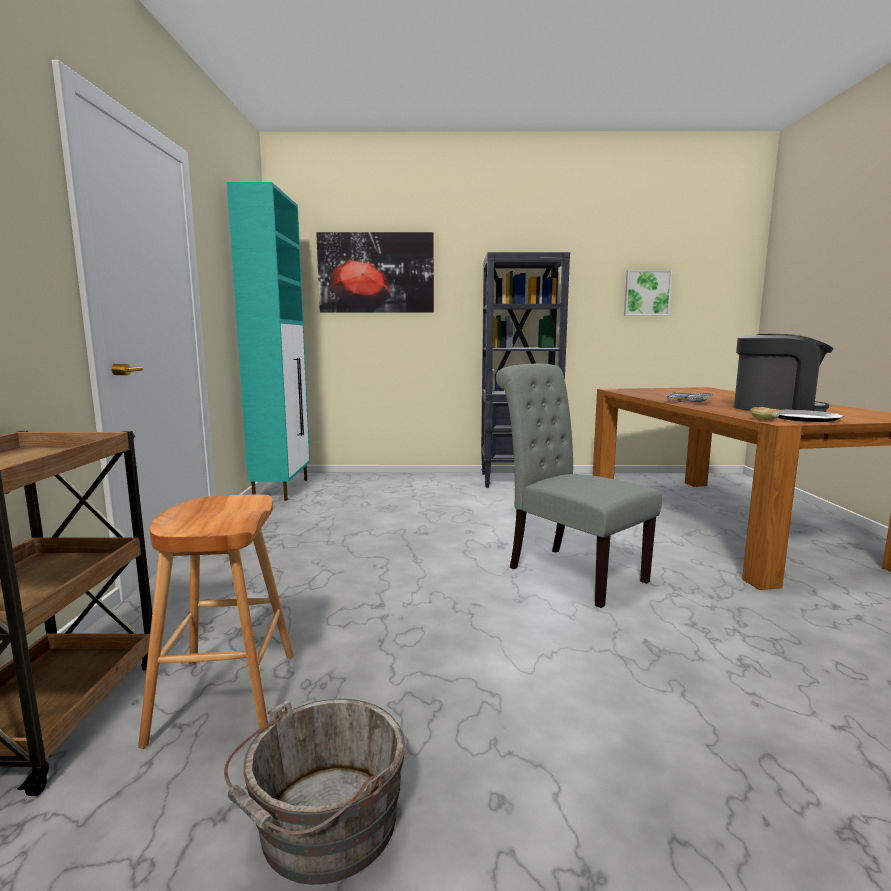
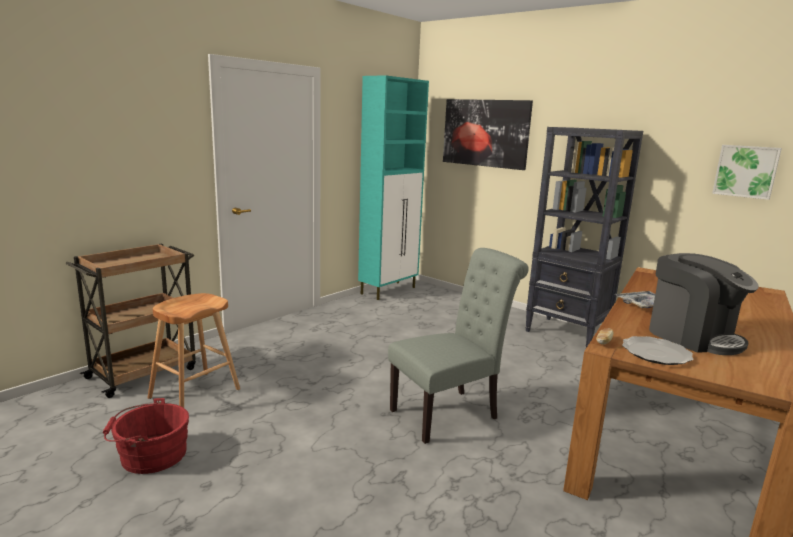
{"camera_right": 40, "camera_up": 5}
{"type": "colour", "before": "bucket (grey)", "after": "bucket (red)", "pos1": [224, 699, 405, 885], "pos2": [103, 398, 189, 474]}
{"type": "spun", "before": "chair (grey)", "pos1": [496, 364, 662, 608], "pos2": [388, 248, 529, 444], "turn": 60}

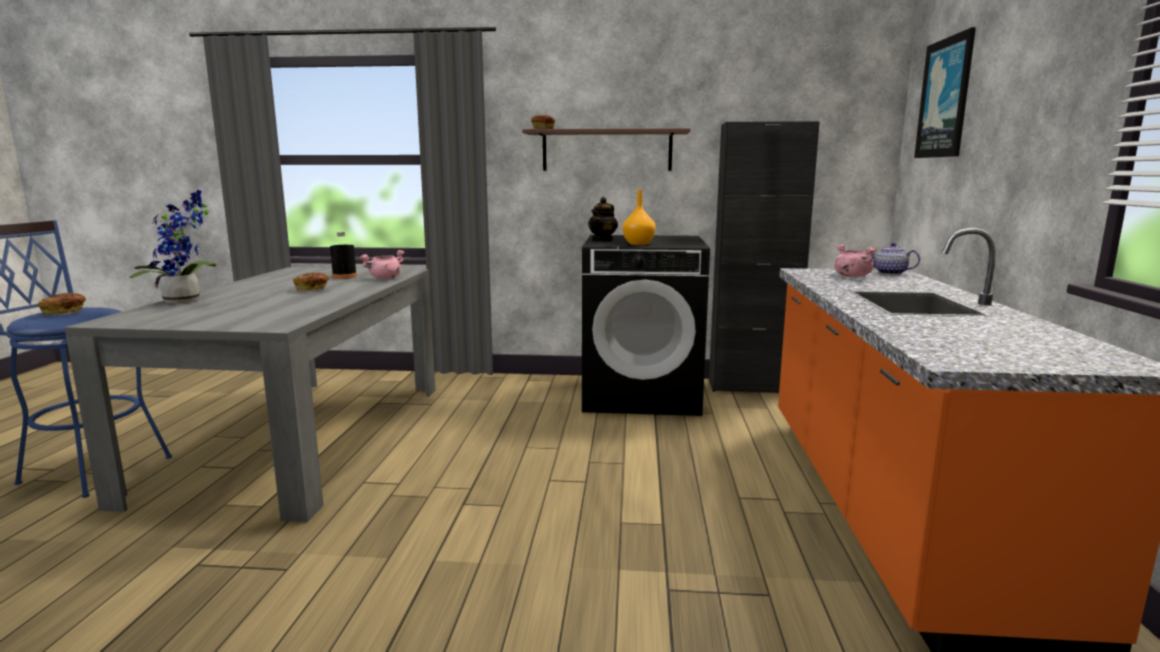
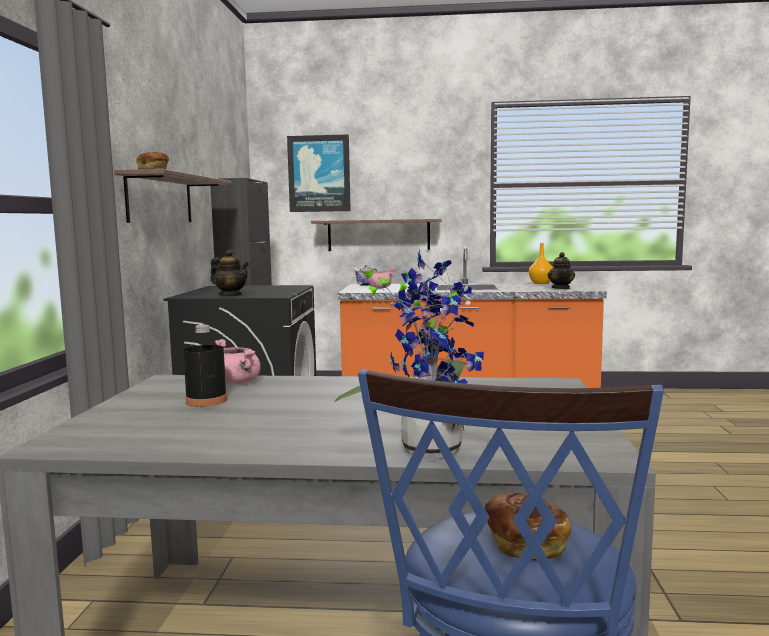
{"camera_right": -90, "camera_up": -5}
{"type": "missing", "before": "bread", "pos1": [293, 272, 329, 291]}
{"type": "appeared", "after": "shelf", "pos2": [311, 219, 441, 251]}
{"type": "appeared", "after": "teapot", "pos2": [547, 252, 575, 289]}
{"type": "relocated", "before": "vase (orange)", "pos1": [623, 190, 656, 245], "pos2": [529, 243, 553, 284]}

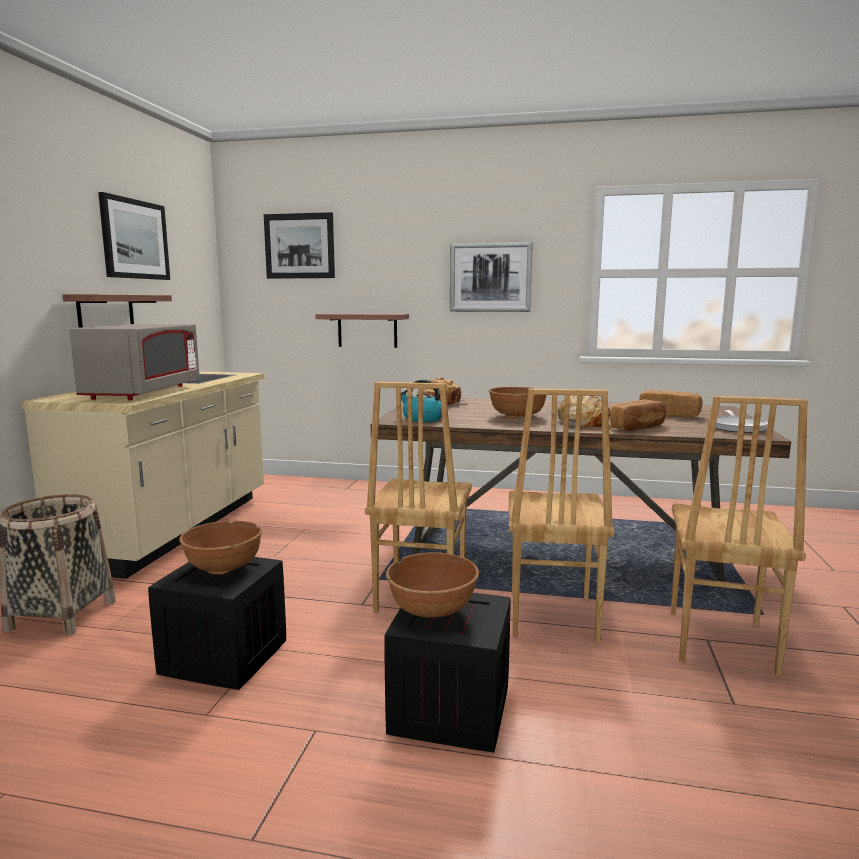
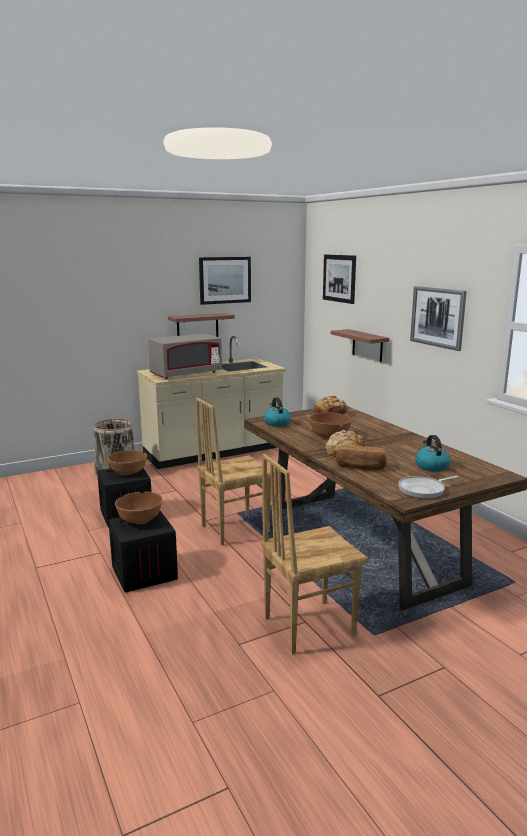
{"camera_right": 50, "camera_up": 5}
{"type": "missing", "before": "chair (brown)", "pos1": [509, 388, 614, 643]}
{"type": "exchanged", "before": "bread", "after": "kettle", "pos1": [639, 390, 703, 417], "pos2": [415, 435, 451, 471]}

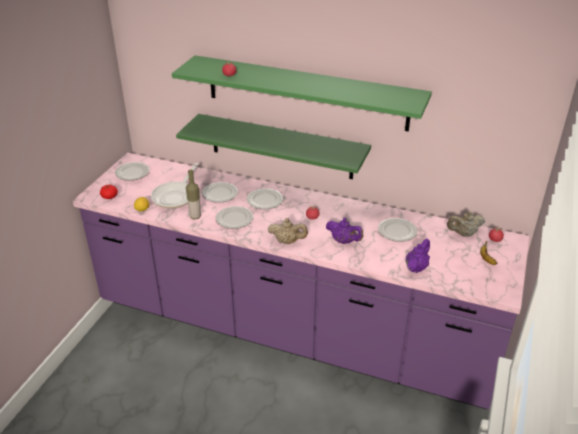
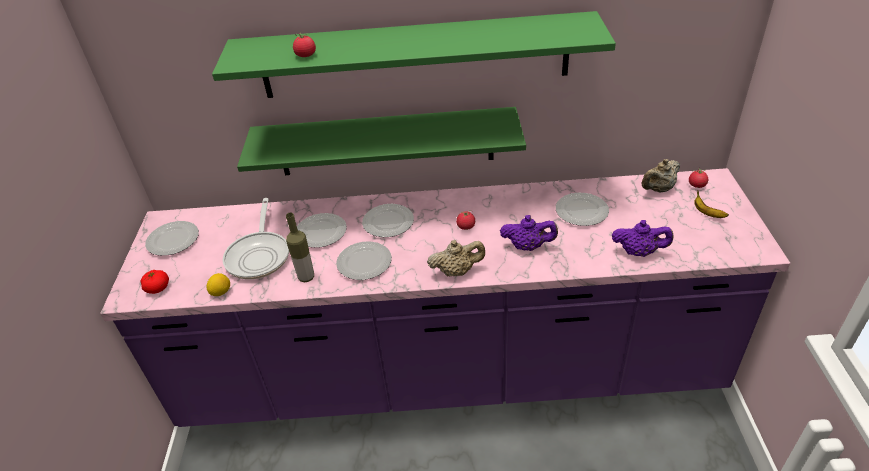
{"camera_right": -20, "camera_up": 5}
{"type": "spun", "before": "teapot (purple)", "pos1": [405, 239, 430, 273], "pos2": [612, 220, 674, 257], "turn": 90}

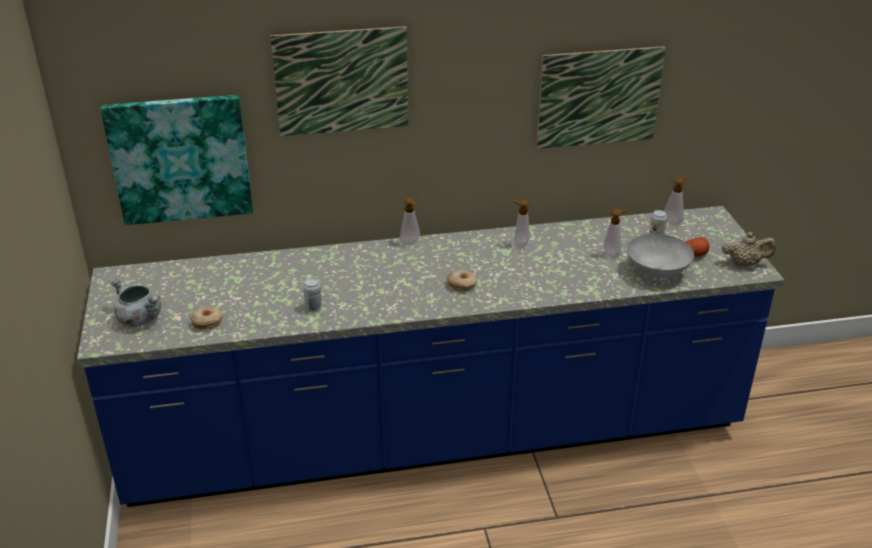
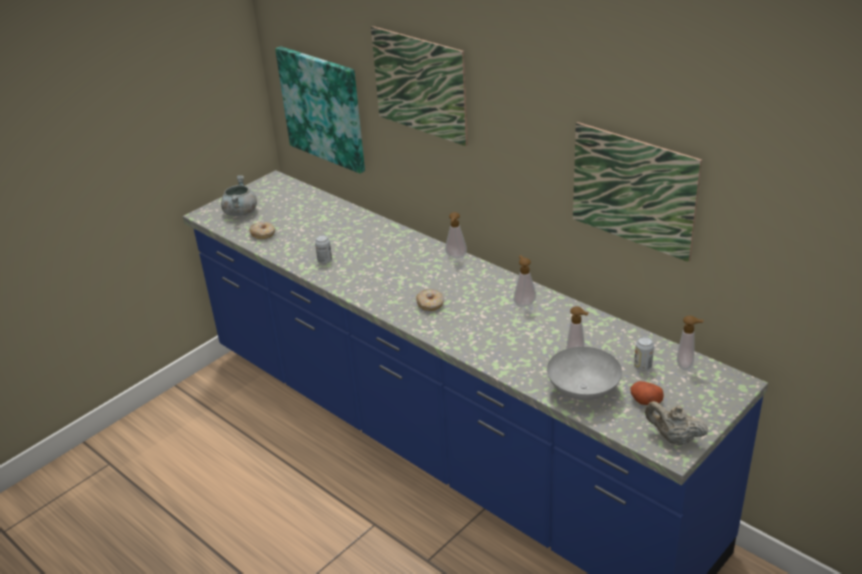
{"camera_right": 55, "camera_up": 0}
{"type": "spun", "before": "teapot (beige)", "pos1": [722, 232, 776, 266], "pos2": [645, 401, 708, 446], "turn": 150}

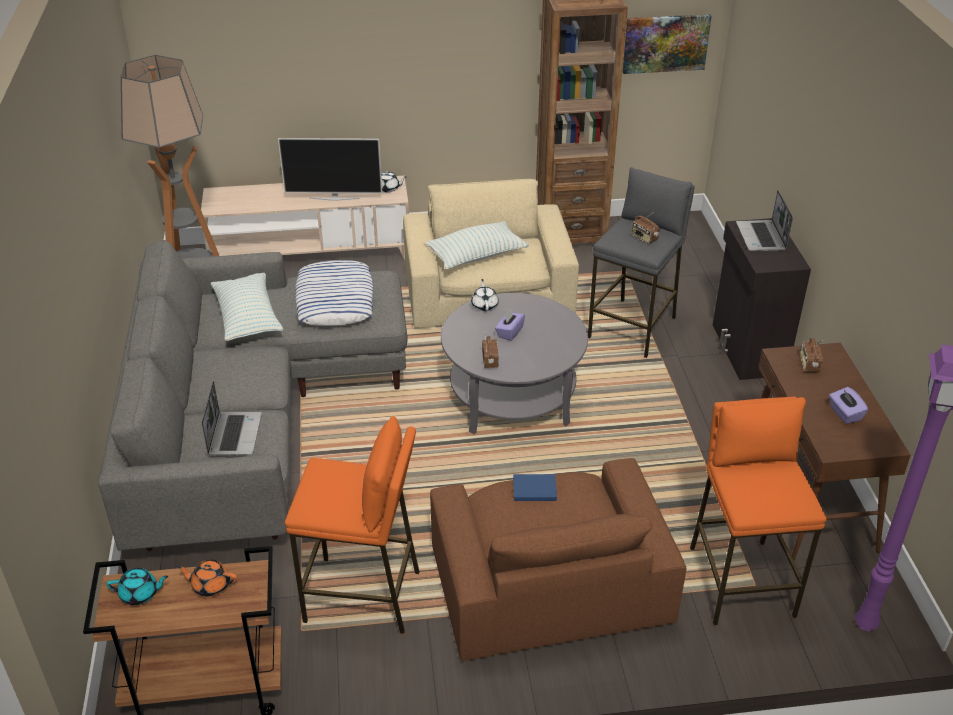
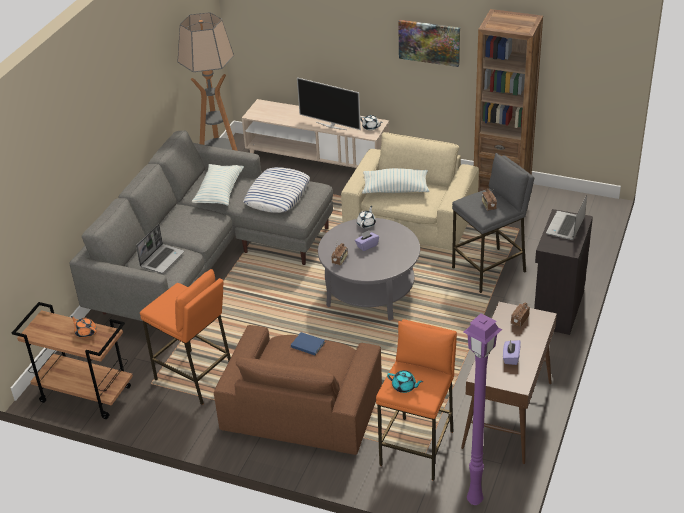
{"camera_right": 30, "camera_up": 0}
{"type": "relocated", "before": "teapot (turquoise)", "pos1": [106, 568, 169, 605], "pos2": [387, 370, 423, 393]}
{"type": "relocated", "before": "picture", "pos1": [623, 14, 712, 74], "pos2": [398, 20, 460, 67]}

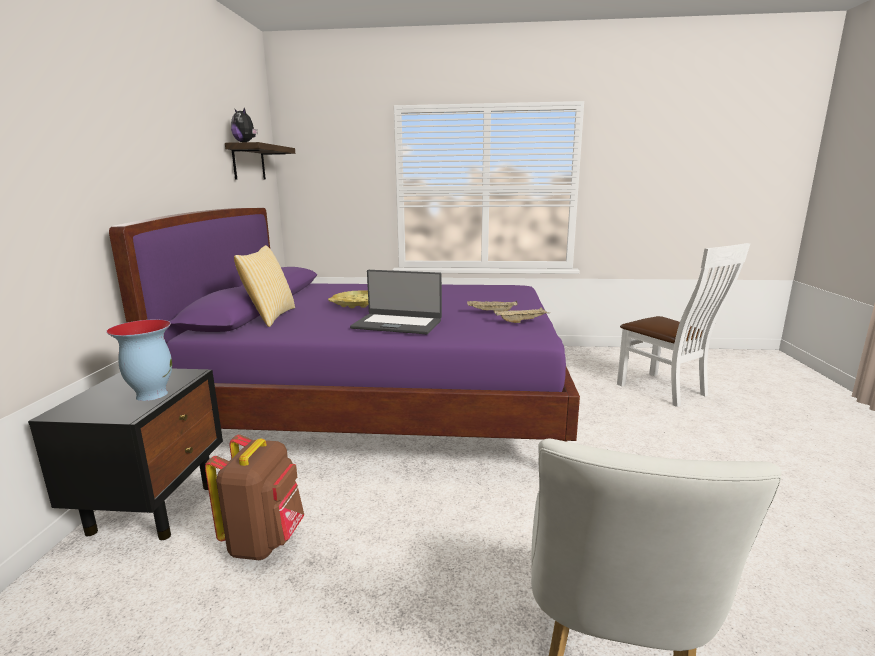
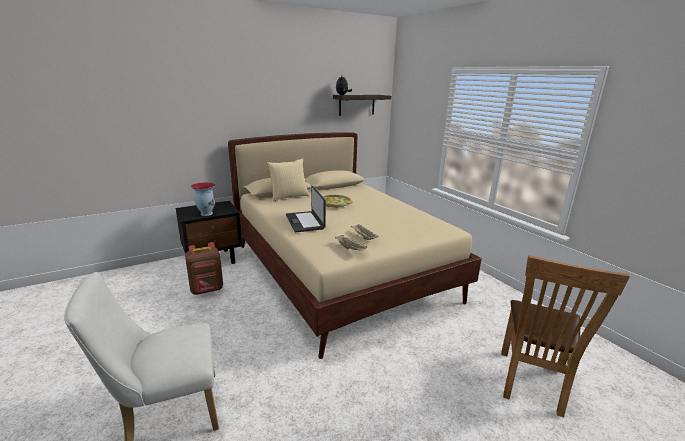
{"camera_right": 55, "camera_up": 5}
{"type": "colour", "before": "bed (purple)", "after": "bed (beige)", "pos1": [109, 208, 580, 442], "pos2": [228, 132, 482, 359]}
{"type": "colour", "before": "chair (white)", "after": "chair (brown)", "pos1": [617, 243, 750, 407], "pos2": [501, 255, 630, 417]}

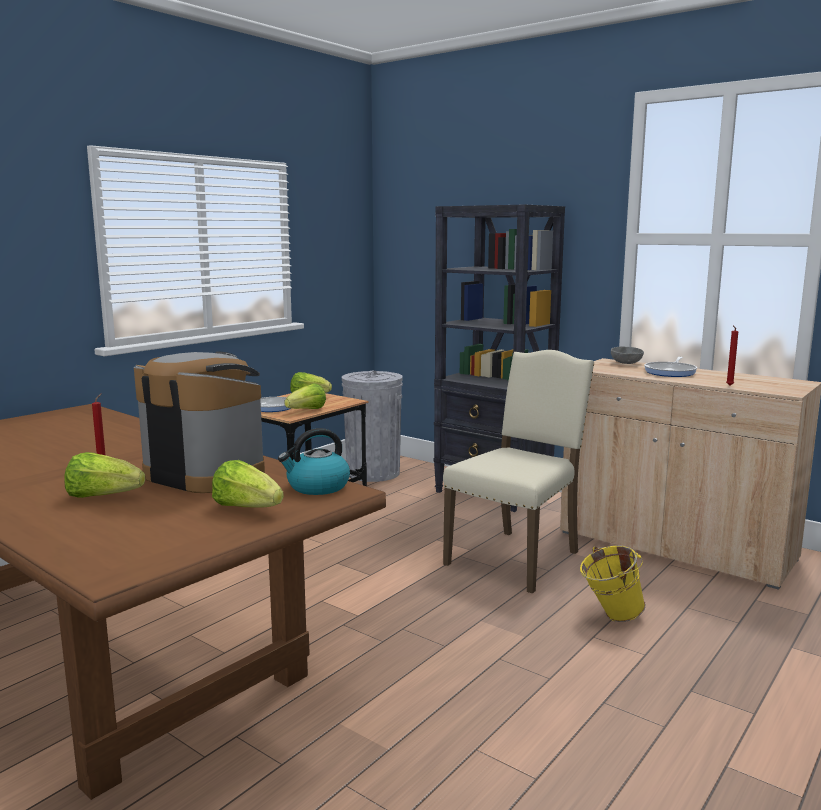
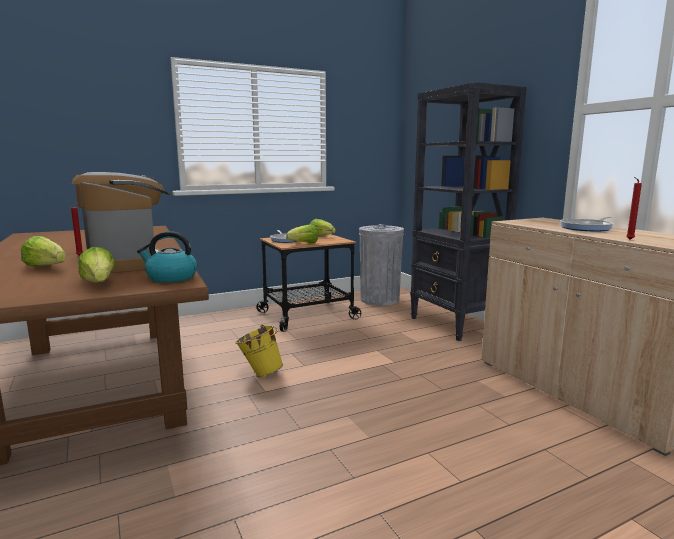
{"camera_right": 25, "camera_up": 0}
{"type": "missing", "before": "chair (beige)", "pos1": [443, 350, 594, 593]}
{"type": "missing", "before": "bowl (grey)", "pos1": [611, 346, 644, 364]}
{"type": "relocated", "before": "bucket (yellow)", "pos1": [580, 545, 646, 622], "pos2": [235, 324, 283, 377]}

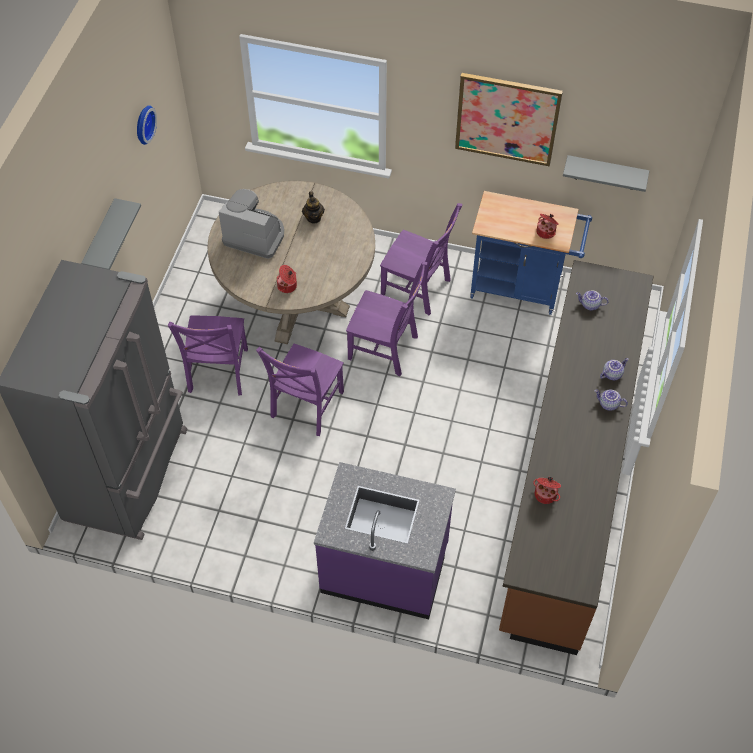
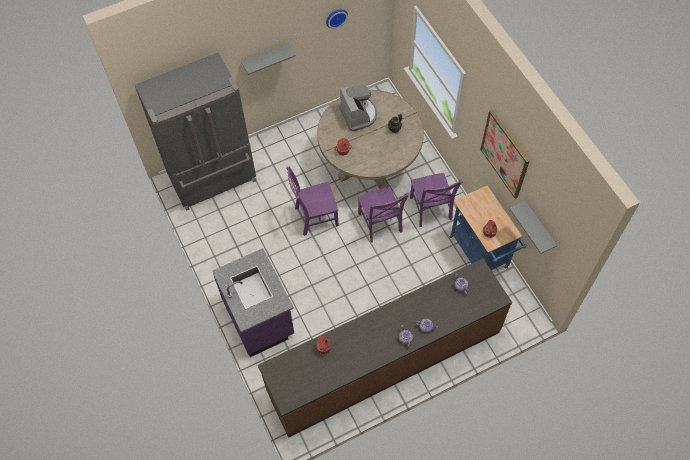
{"camera_right": 50, "camera_up": 5}
{"type": "missing", "before": "chair (purple)", "pos1": [168, 316, 248, 396]}

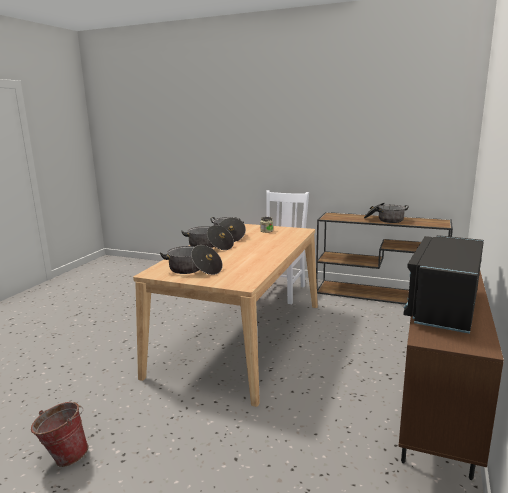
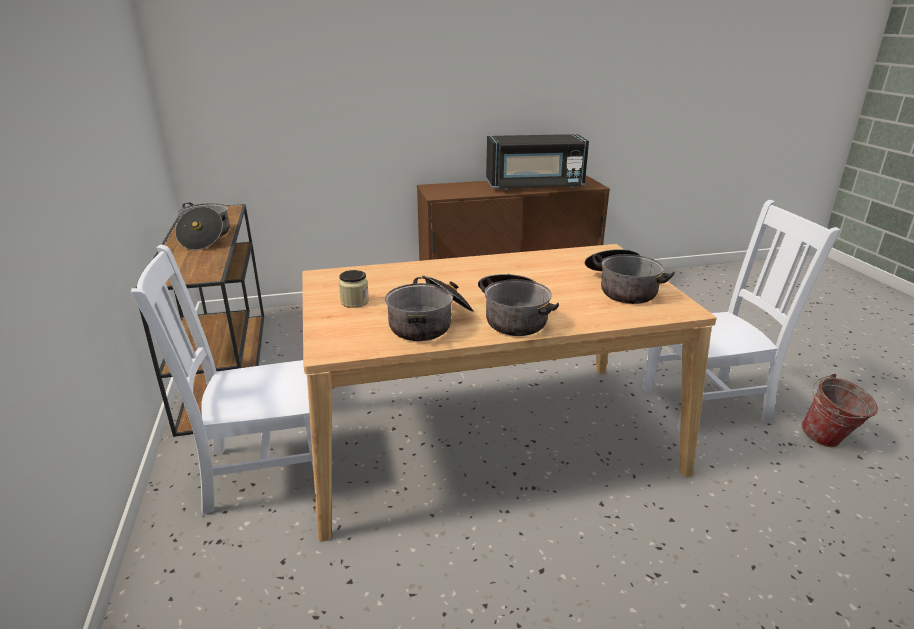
{"camera_right": -125, "camera_up": 10}
{"type": "appeared", "after": "chair (white)", "pos2": [642, 200, 840, 432]}

